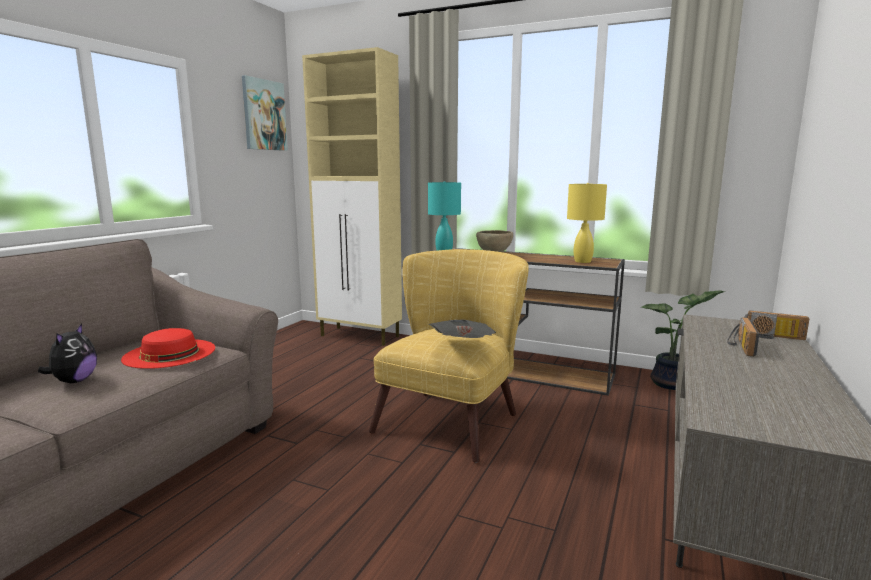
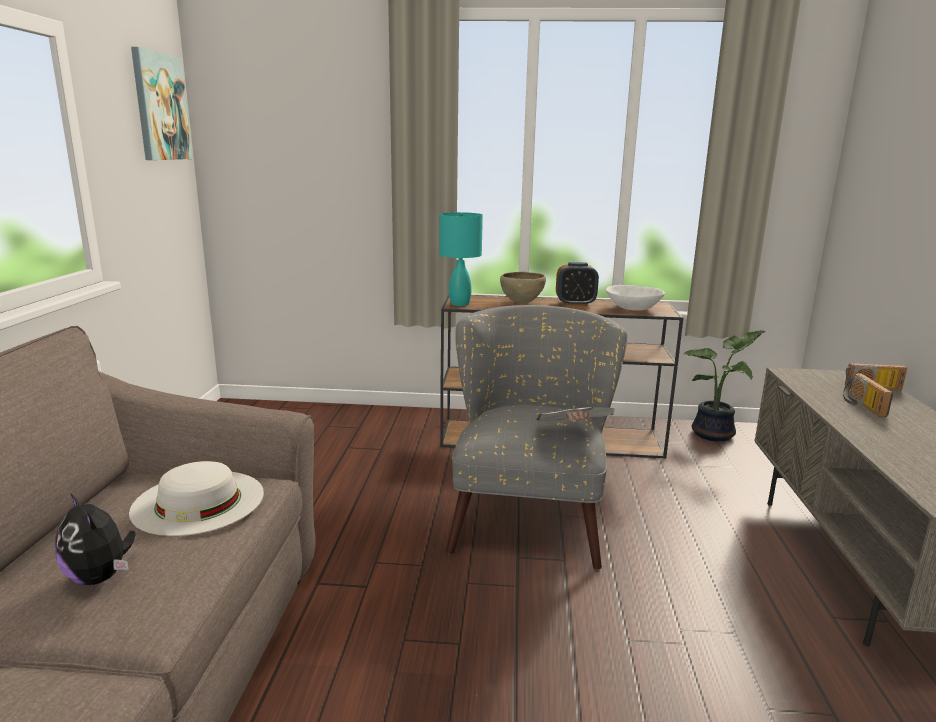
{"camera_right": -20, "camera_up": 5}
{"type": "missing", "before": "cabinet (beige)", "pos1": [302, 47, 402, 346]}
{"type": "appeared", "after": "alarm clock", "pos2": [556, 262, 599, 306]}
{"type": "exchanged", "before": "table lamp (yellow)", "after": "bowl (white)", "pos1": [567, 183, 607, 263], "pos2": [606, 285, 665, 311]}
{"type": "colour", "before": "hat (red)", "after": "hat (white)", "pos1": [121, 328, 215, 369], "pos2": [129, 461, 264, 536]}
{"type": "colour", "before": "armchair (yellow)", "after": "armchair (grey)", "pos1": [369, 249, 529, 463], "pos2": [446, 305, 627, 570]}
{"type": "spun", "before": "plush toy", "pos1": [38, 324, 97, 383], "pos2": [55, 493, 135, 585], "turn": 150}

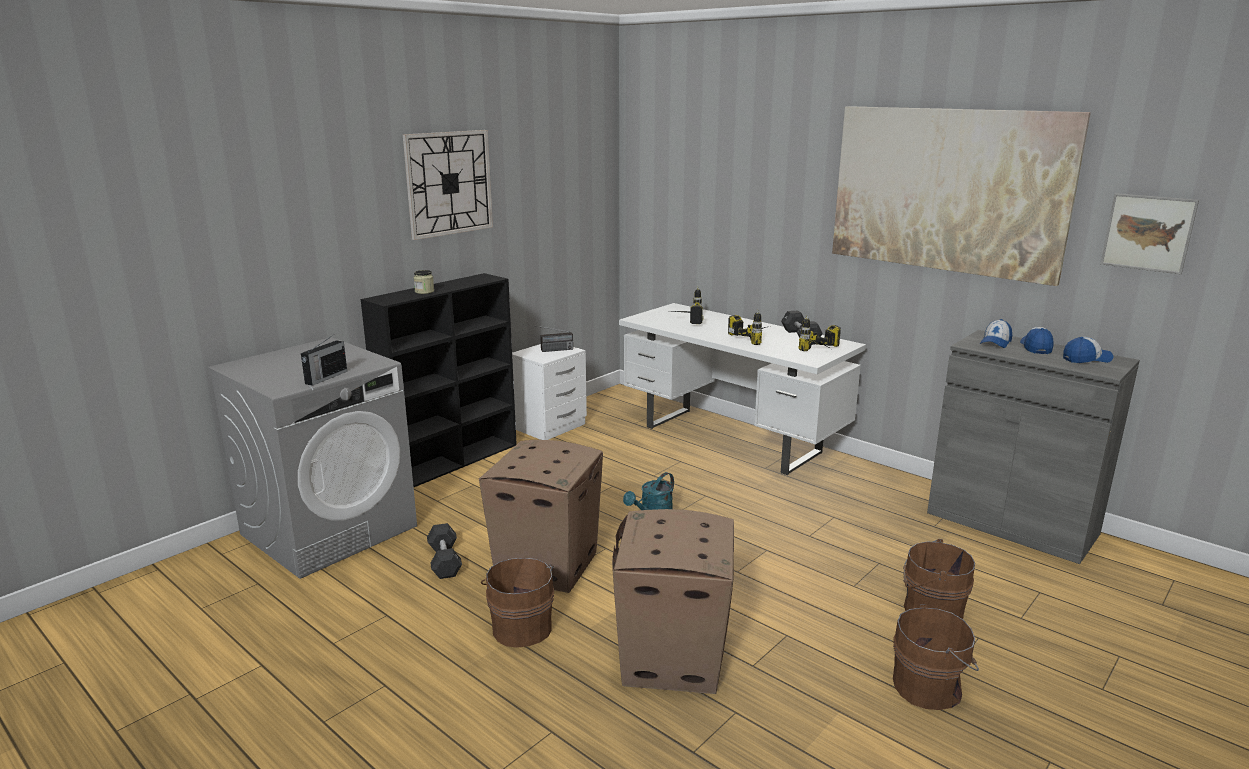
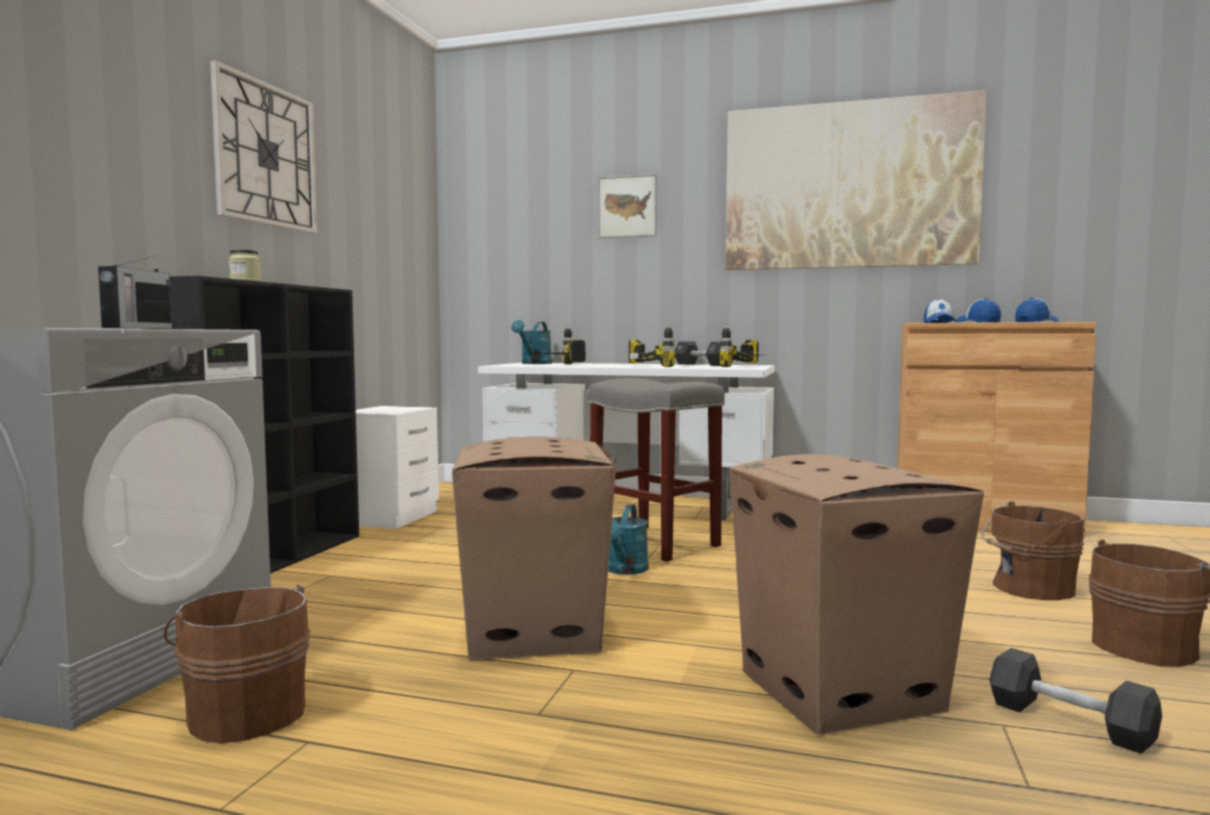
{"camera_right": -25, "camera_up": -15}
{"type": "missing", "before": "radio", "pos1": [526, 324, 573, 352]}
{"type": "appeared", "after": "watering can (turquoise)", "pos2": [511, 320, 552, 364]}
{"type": "appeared", "after": "stool (grey)", "pos2": [588, 378, 725, 562]}
{"type": "relocated", "before": "dumbbell (black)", "pos1": [427, 523, 462, 579], "pos2": [989, 648, 1162, 754]}
{"type": "relocated", "before": "bucket (brown)", "pos1": [481, 558, 554, 648], "pos2": [164, 584, 310, 743]}
{"type": "relocated", "before": "picture", "pos1": [1100, 193, 1199, 275], "pos2": [598, 174, 657, 238]}
{"type": "colour", "before": "cabinet (grey)", "after": "cabinet (brown)", "pos1": [927, 330, 1140, 564], "pos2": [897, 322, 1097, 538]}

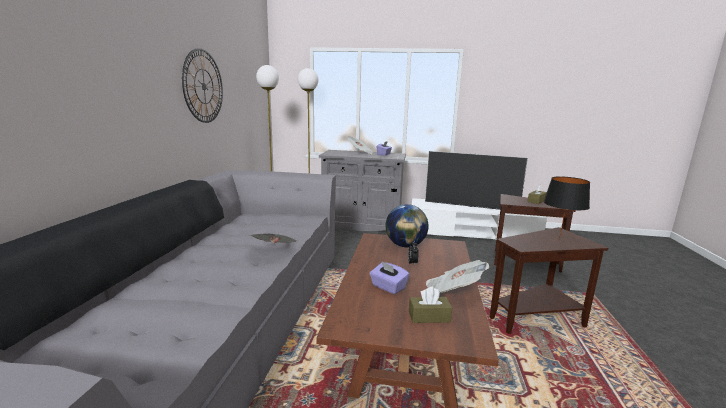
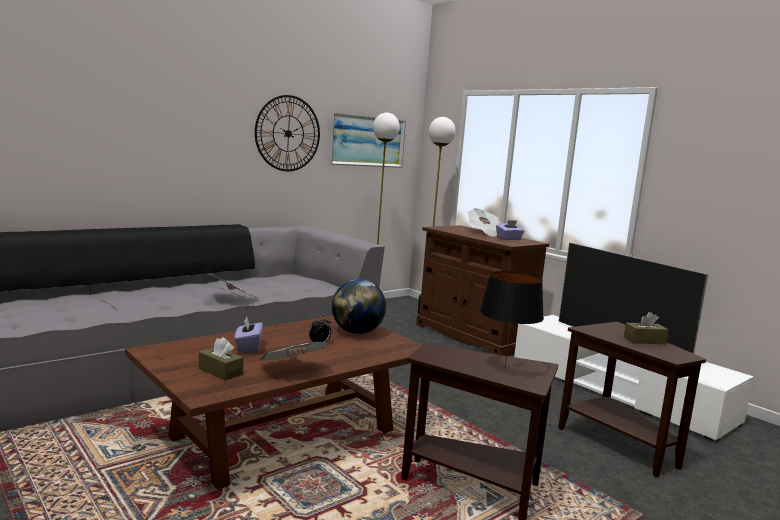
{"camera_right": 40, "camera_up": -5}
{"type": "appeared", "after": "picture", "pos2": [329, 113, 406, 168]}
{"type": "colour", "before": "cabinet (grey)", "after": "cabinet (brown)", "pos1": [319, 150, 406, 231], "pos2": [416, 225, 549, 356]}

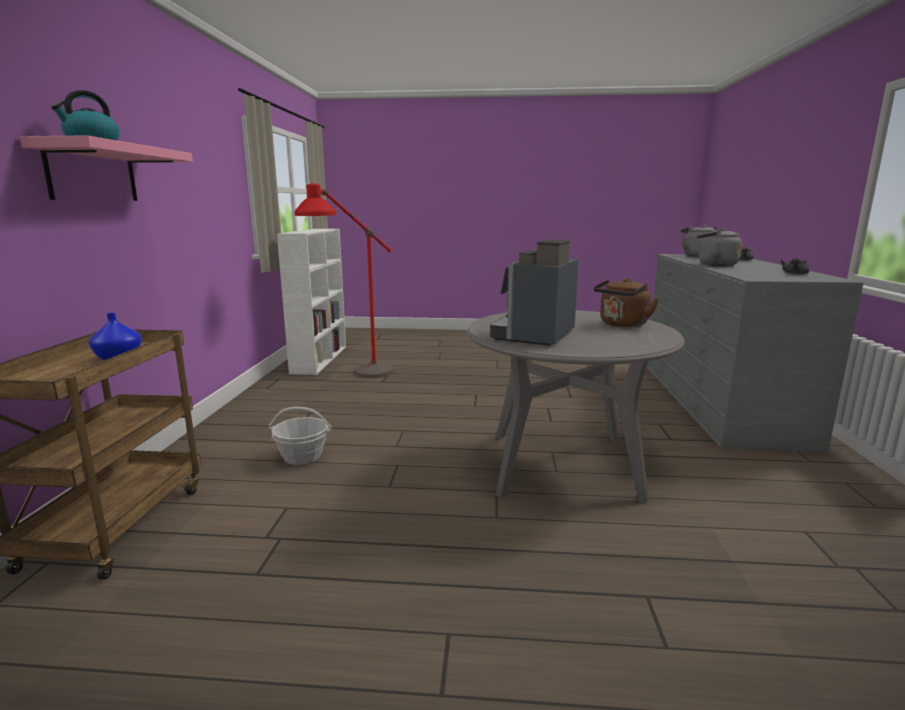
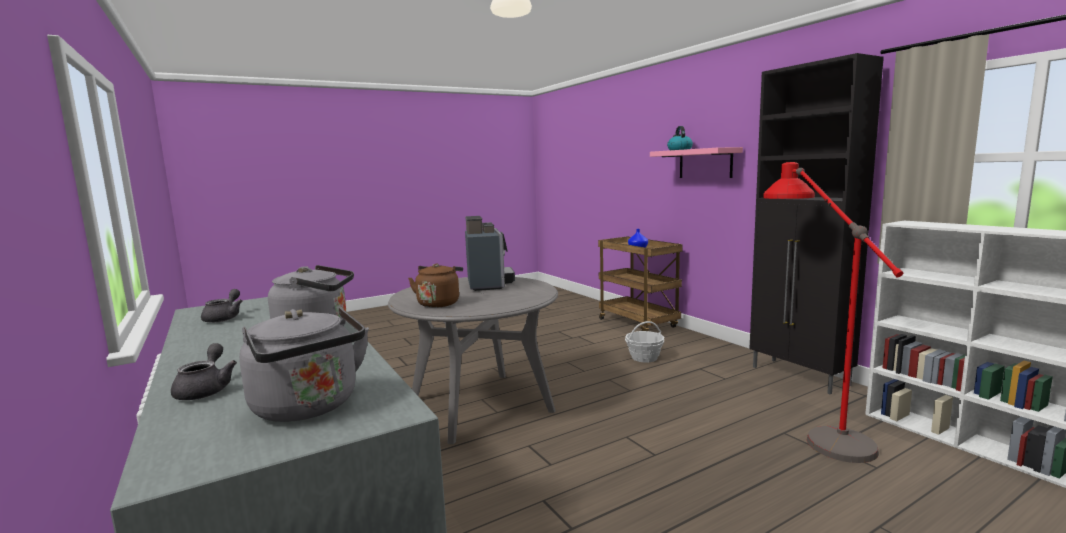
{"camera_right": 145, "camera_up": -5}
{"type": "appeared", "after": "cabinet (black)", "pos2": [749, 53, 884, 394]}

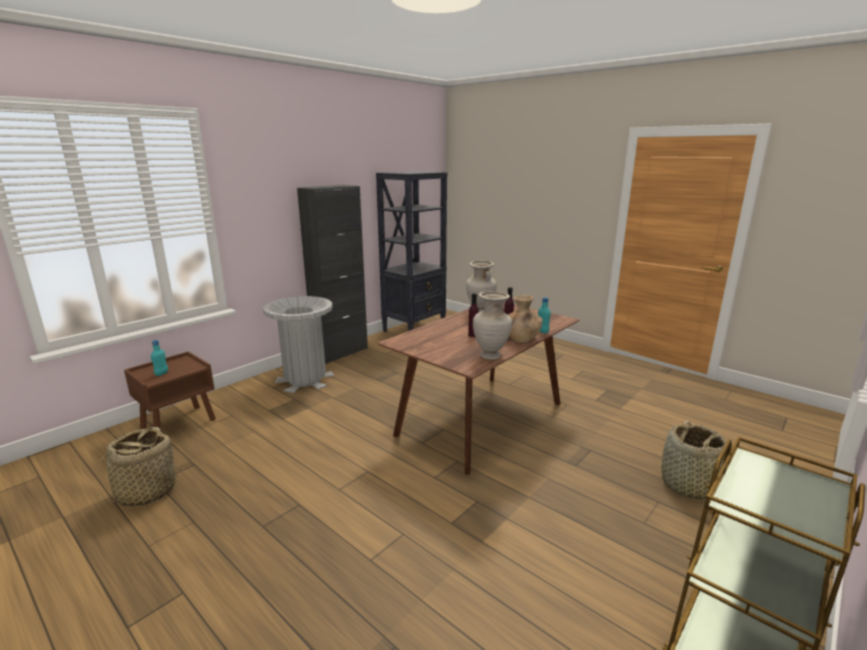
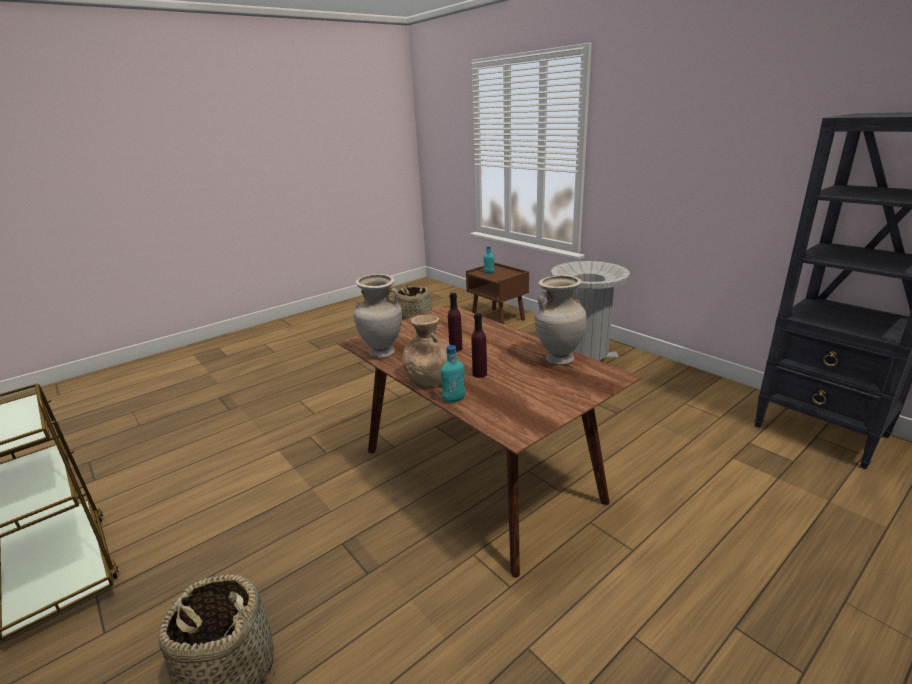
{"camera_right": 100, "camera_up": 5}
{"type": "missing", "before": "cabinet (black)", "pos1": [297, 185, 368, 364]}

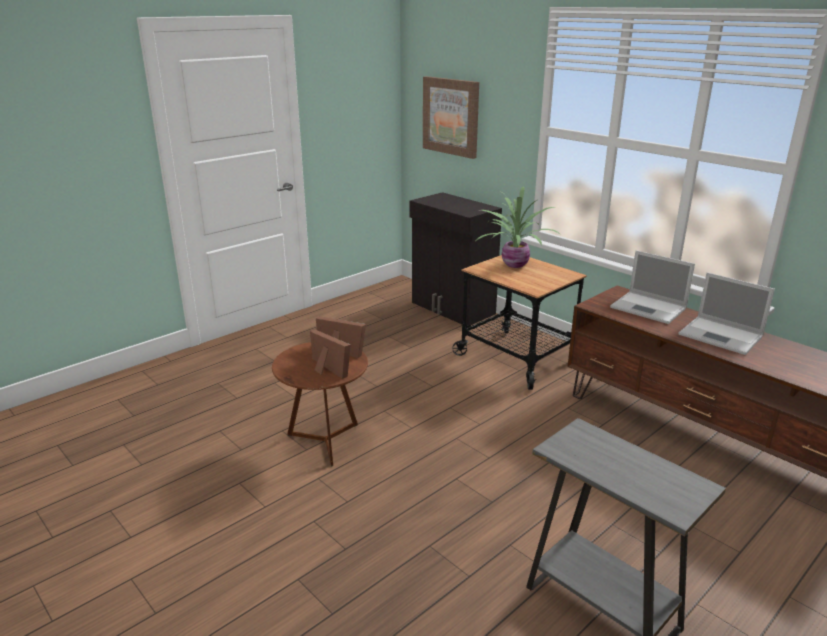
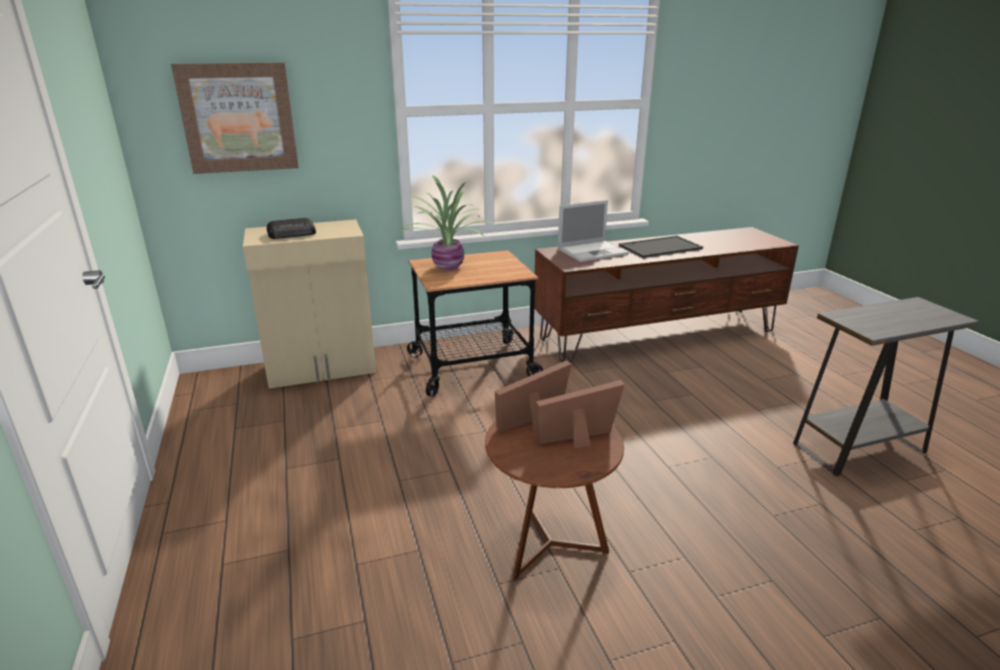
{"camera_right": -65, "camera_up": 0}
{"type": "appeared", "after": "radio", "pos2": [267, 218, 316, 239]}
{"type": "exchanged", "before": "laptop", "after": "tray", "pos1": [679, 272, 775, 355], "pos2": [619, 236, 703, 258]}
{"type": "colour", "before": "cabinet (black)", "after": "cabinet (beige)", "pos1": [409, 192, 502, 325], "pos2": [243, 220, 376, 389]}

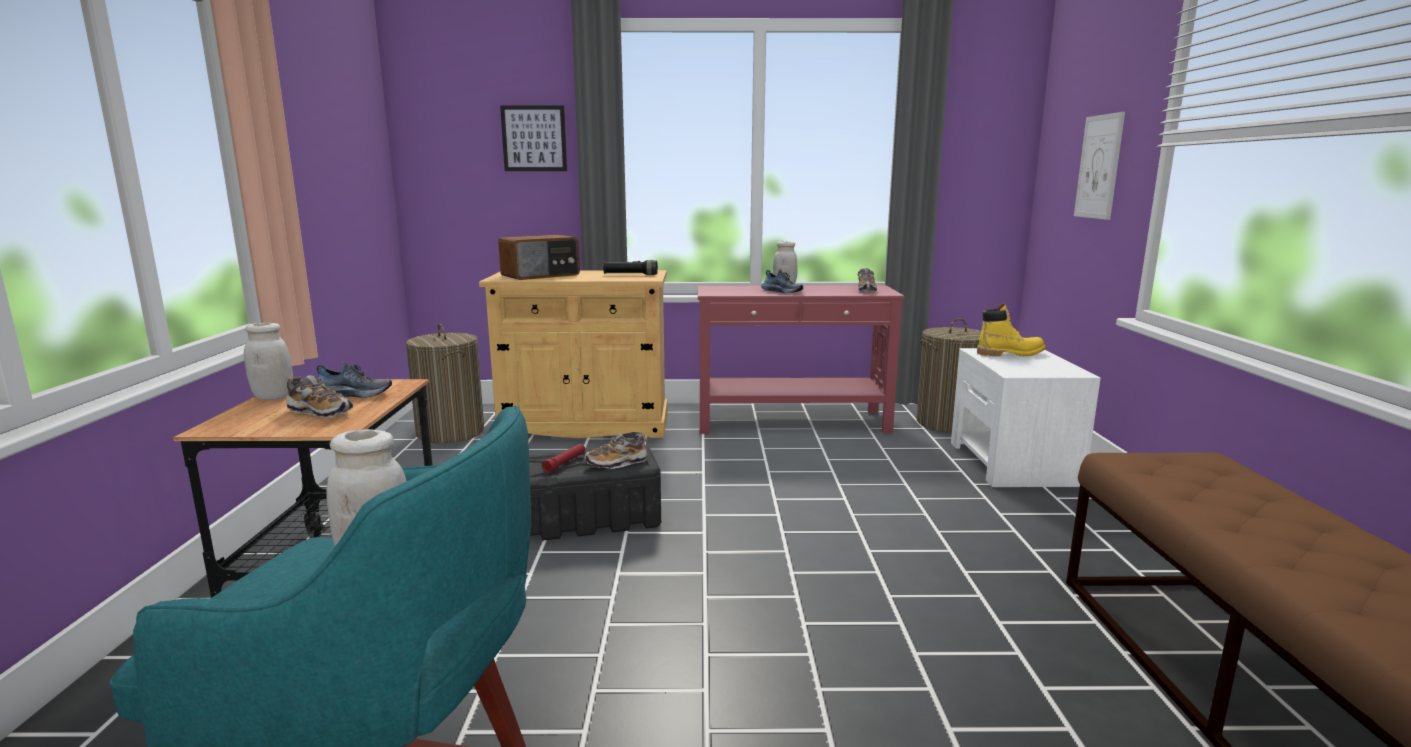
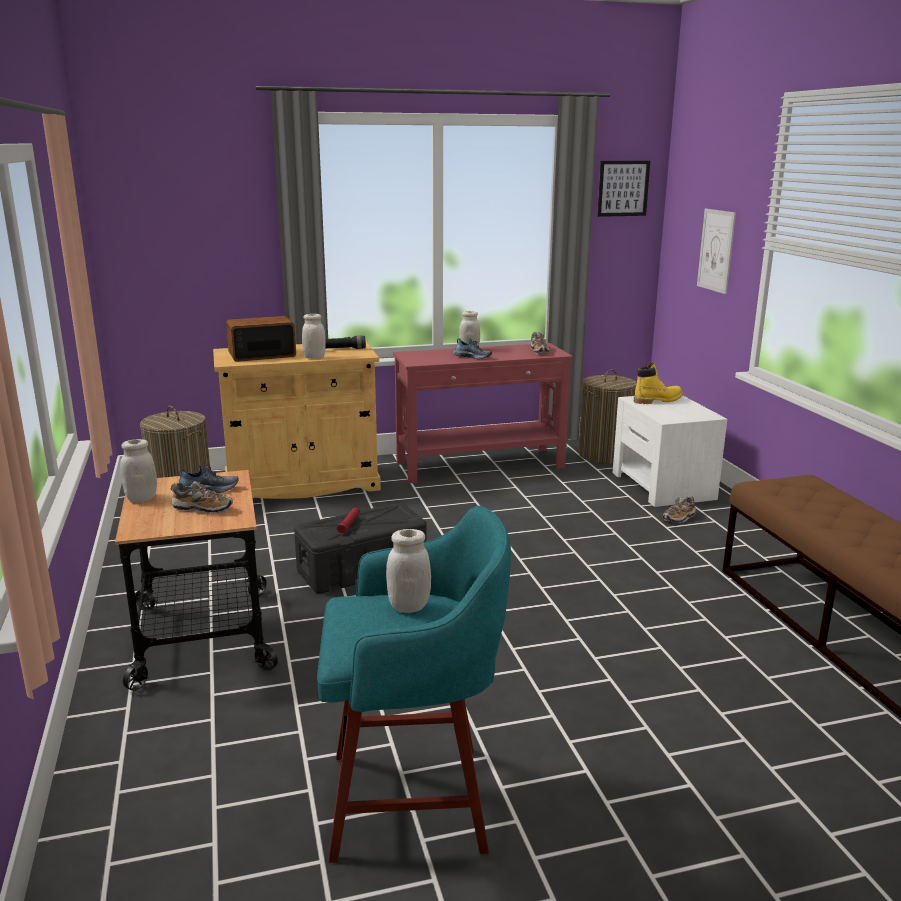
{"camera_right": -15, "camera_up": 5}
{"type": "appeared", "after": "jar (white)", "pos2": [302, 314, 326, 359]}
{"type": "relocated", "before": "picture", "pos1": [500, 105, 567, 171], "pos2": [597, 161, 650, 217]}
{"type": "relocated", "before": "shoe", "pos1": [584, 433, 647, 469], "pos2": [662, 496, 696, 523]}
{"type": "spun", "before": "radio", "pos1": [498, 235, 580, 280], "pos2": [226, 316, 296, 362], "turn": -150}

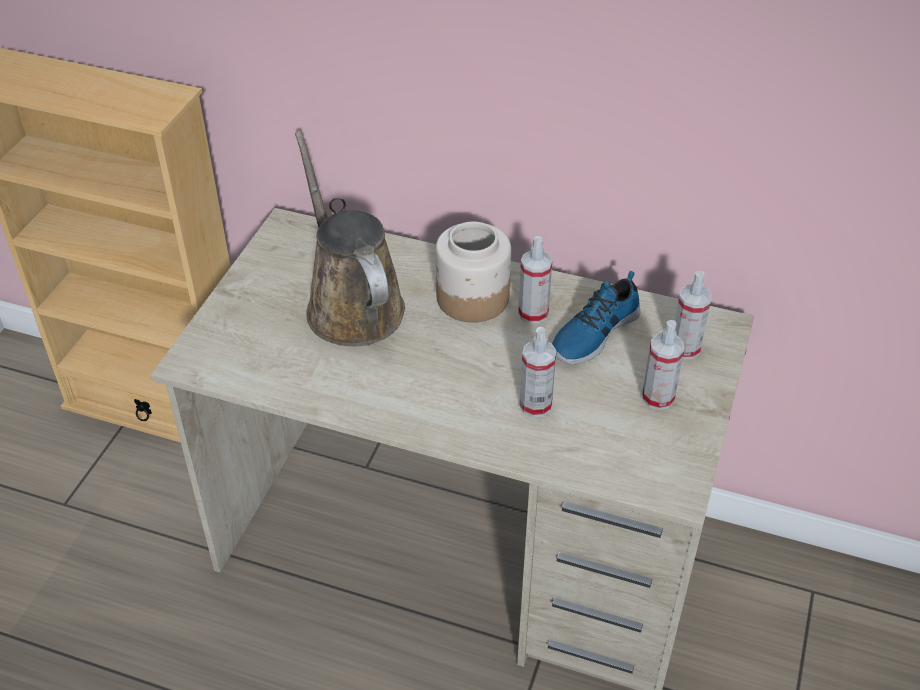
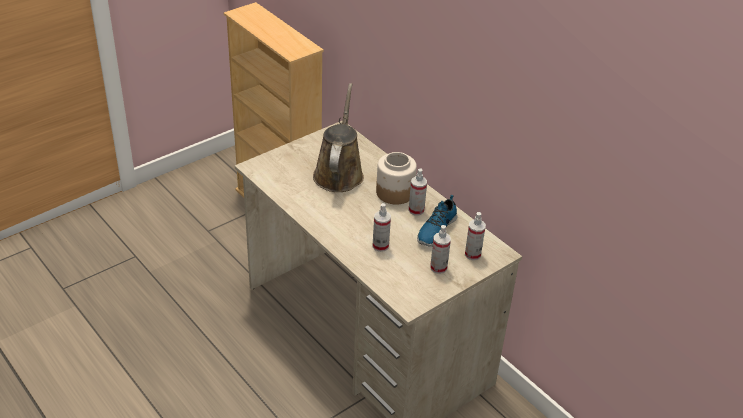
{"camera_right": 30, "camera_up": -5}
{"type": "spun", "before": "shoe", "pos1": [552, 271, 640, 364], "pos2": [417, 195, 457, 246], "turn": -45}

